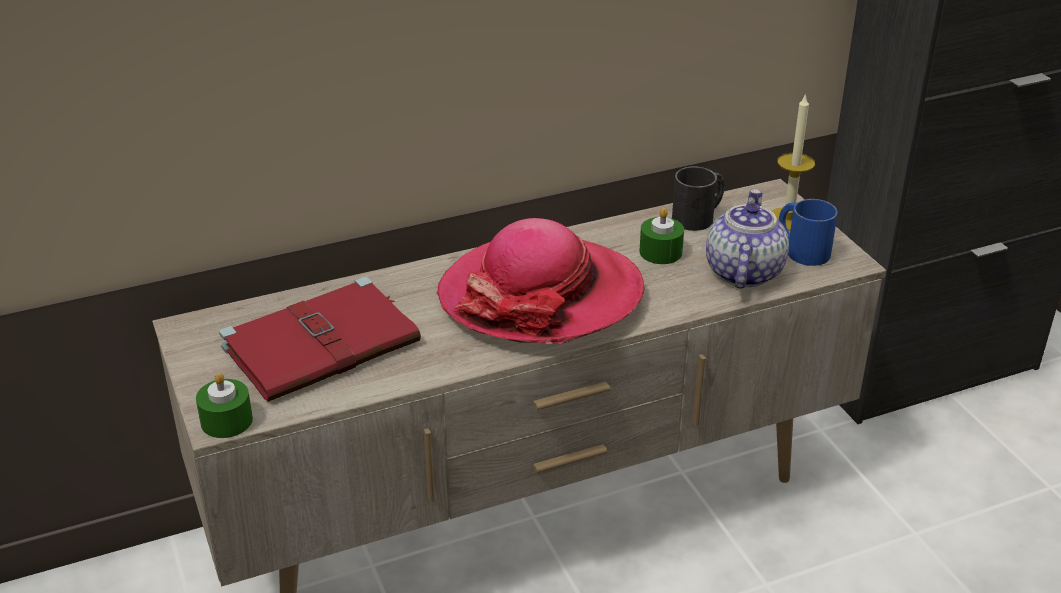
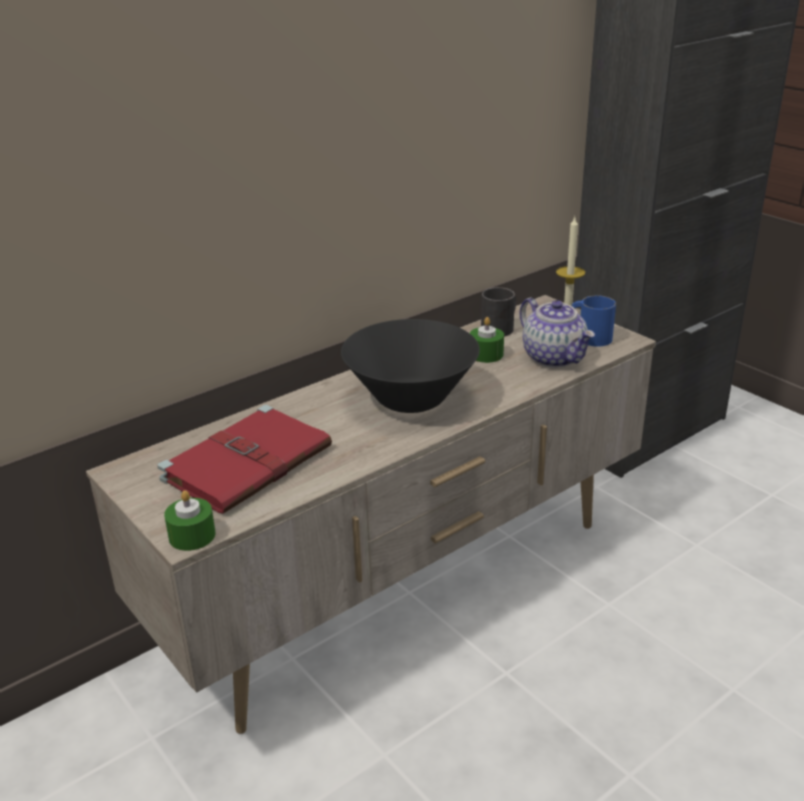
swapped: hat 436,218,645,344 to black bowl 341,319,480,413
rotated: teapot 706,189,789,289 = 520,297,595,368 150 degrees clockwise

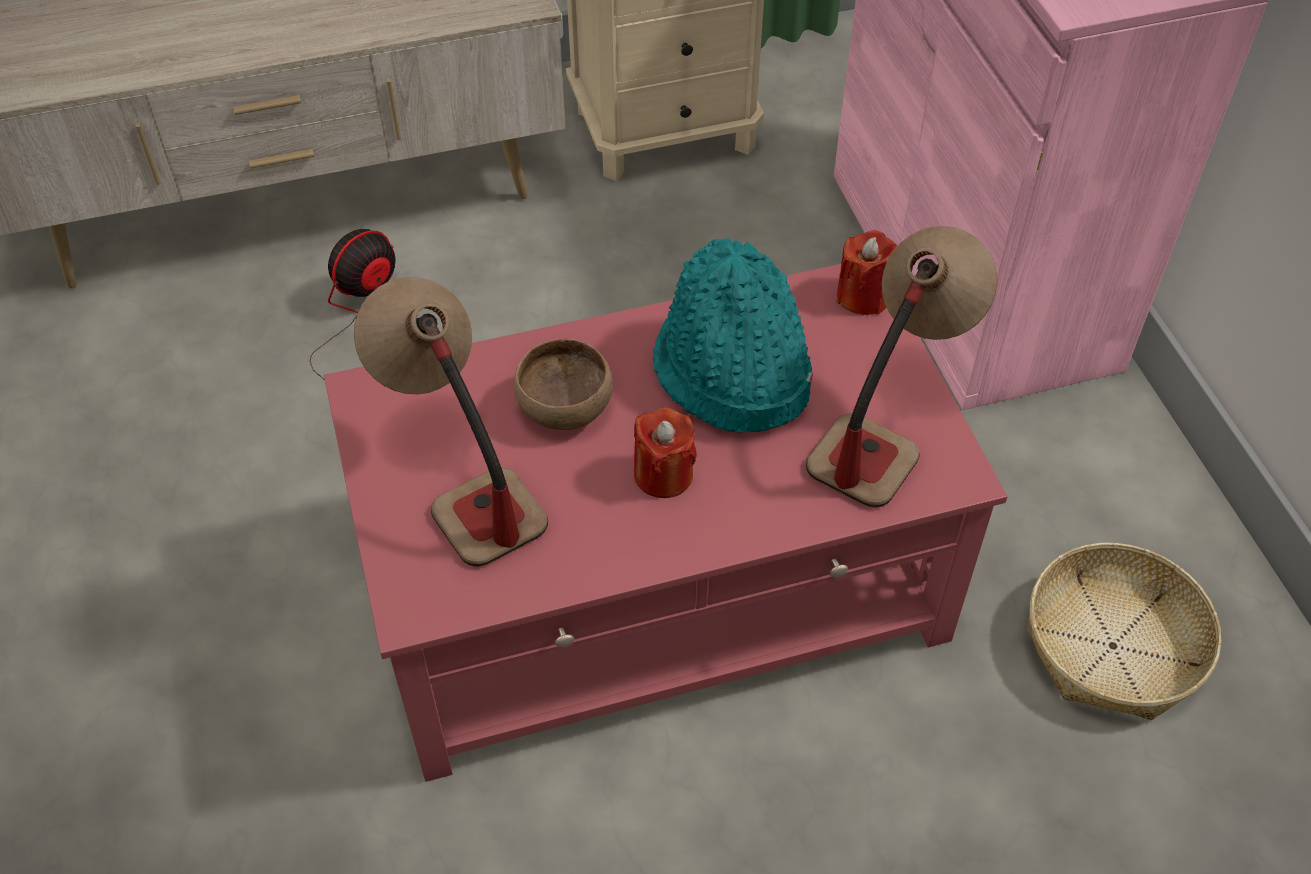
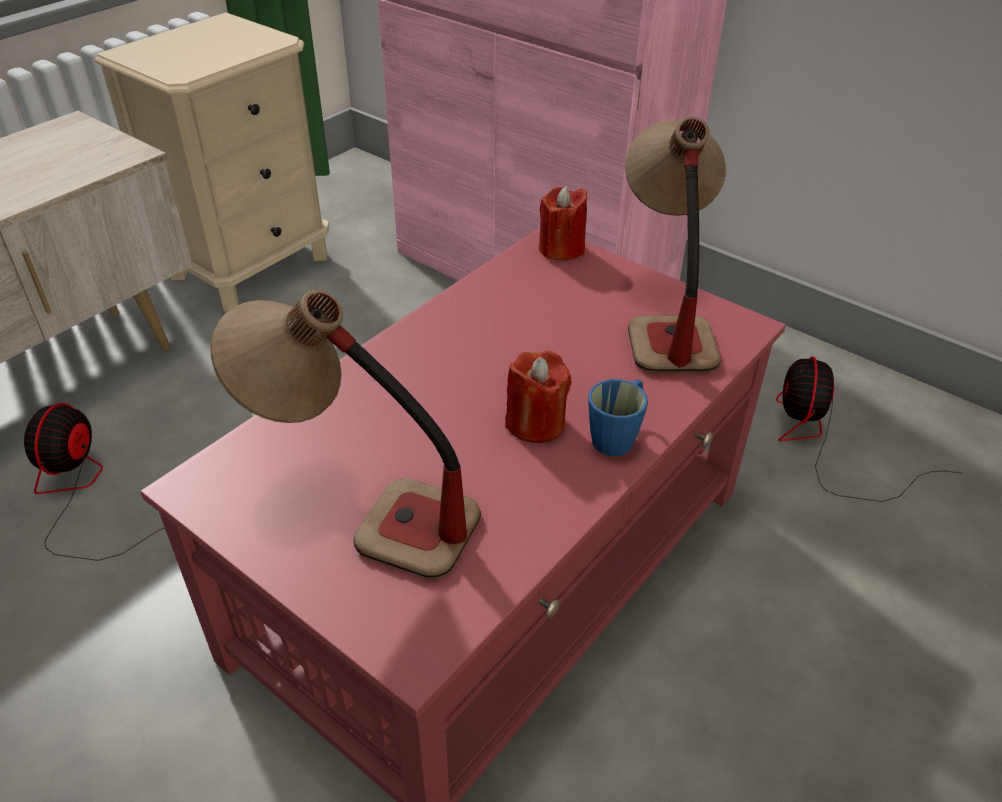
gone: brown bowl 514,339,613,430; turquoise hat 653,238,813,433
new: blue mug 588,379,648,456
swapped: basket 1027,543,1221,720 to fan 776,357,963,502

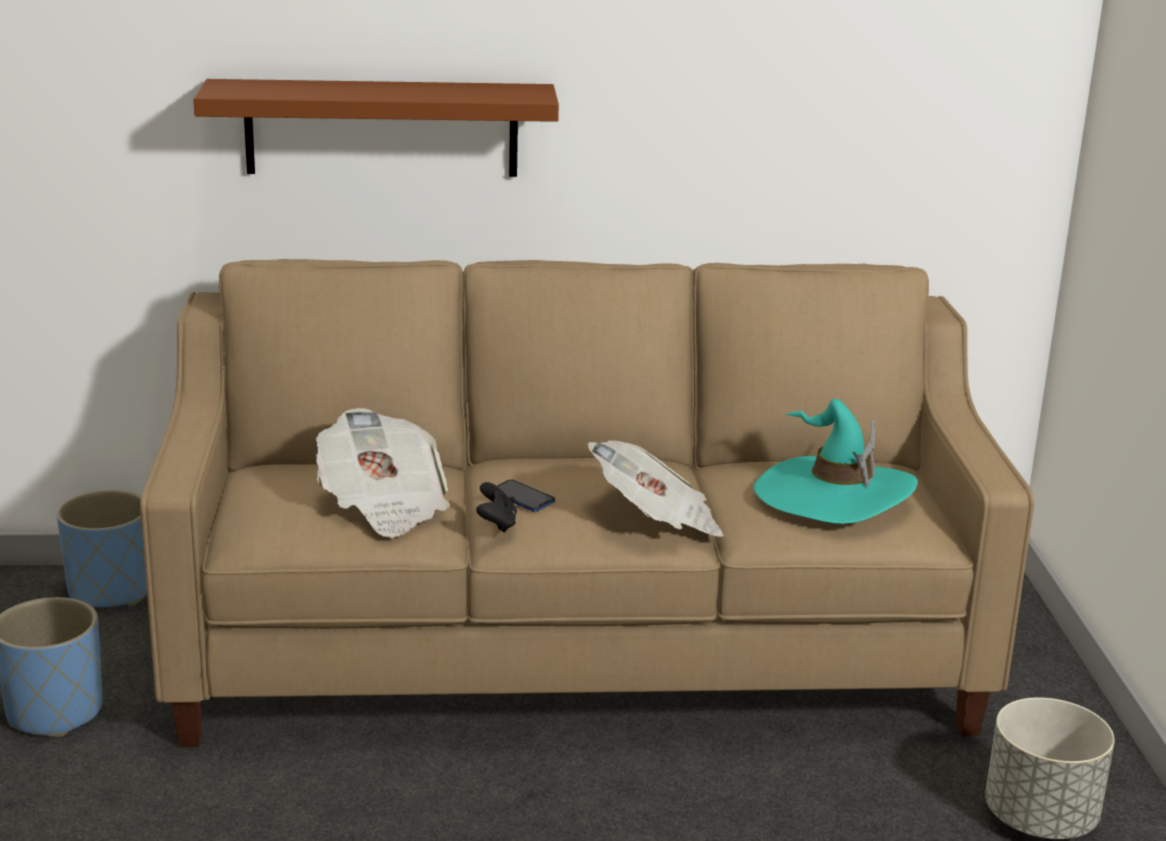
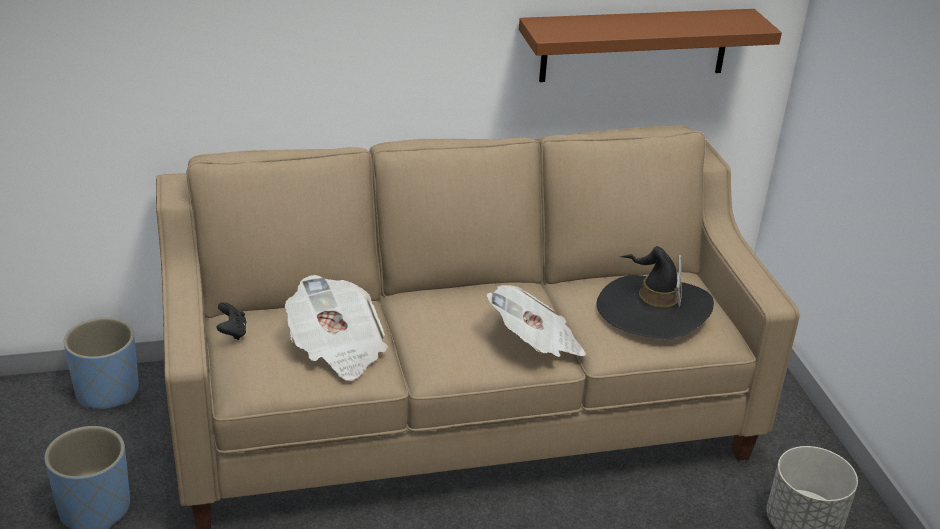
gone: phone 497,479,555,512
shifted: black game controller 476,482,517,533 to 216,302,246,340; brown shelf 193,79,559,177 to 519,9,782,82
repainted: turquoise hat 753,399,917,524 to black hat 596,246,714,340

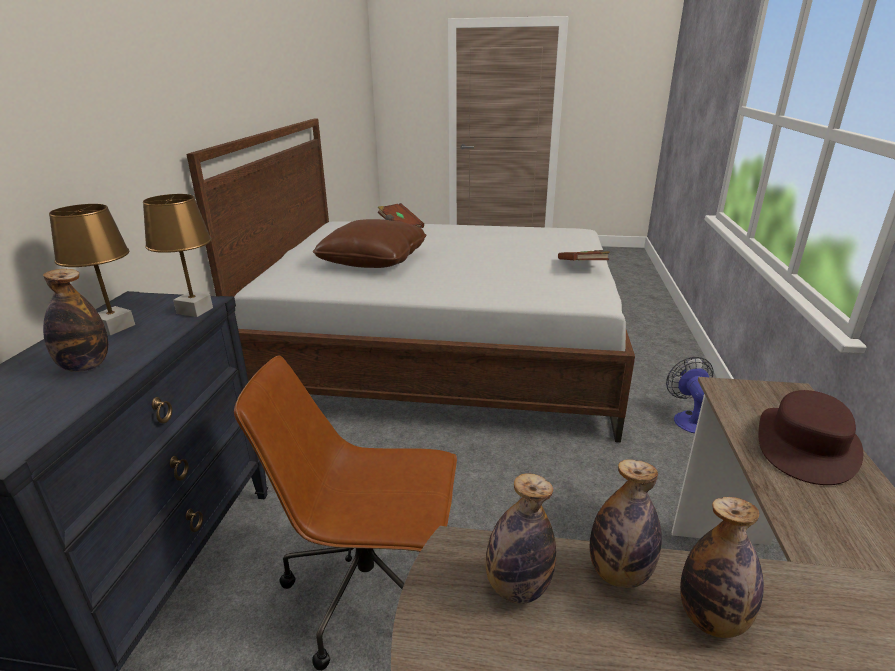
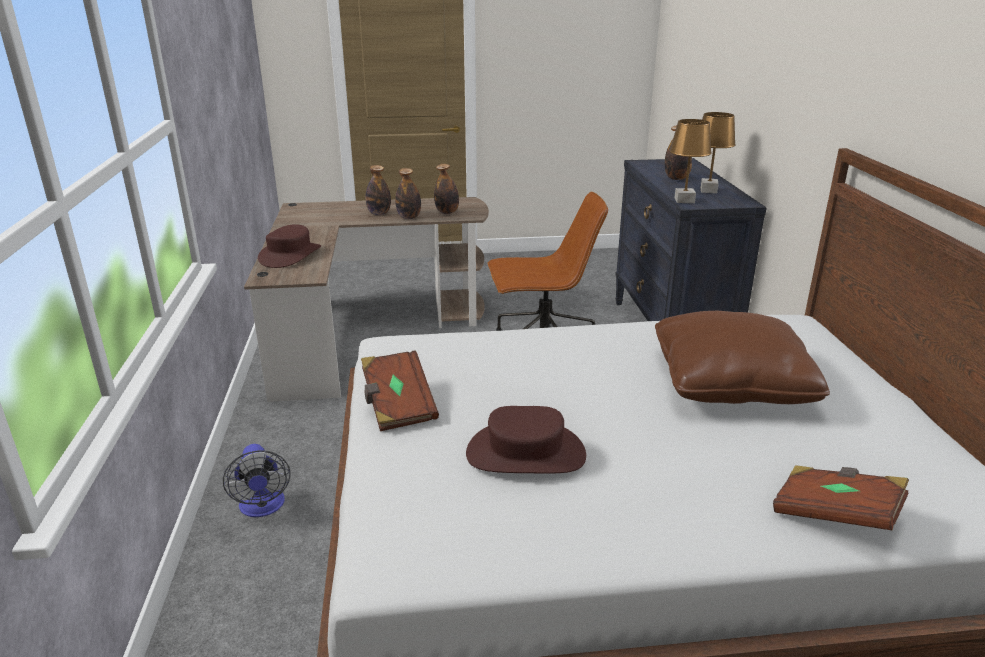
new: brown hat 466,406,586,474

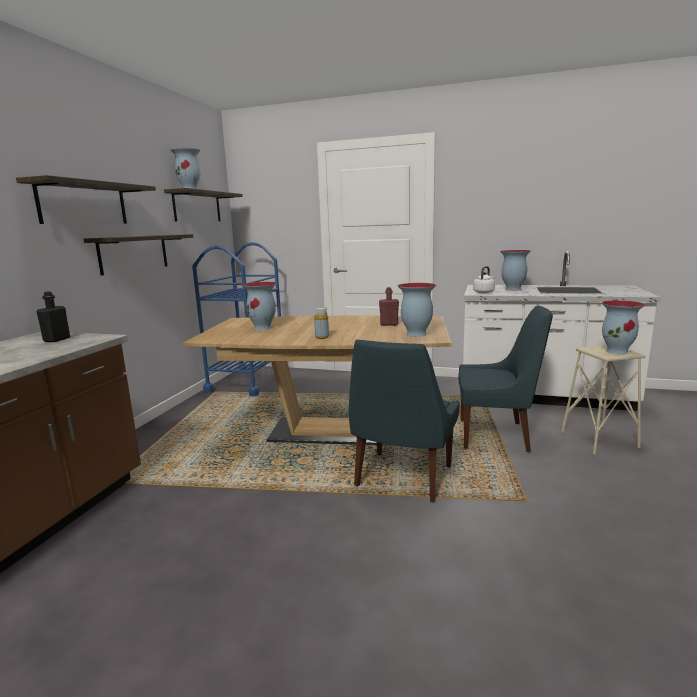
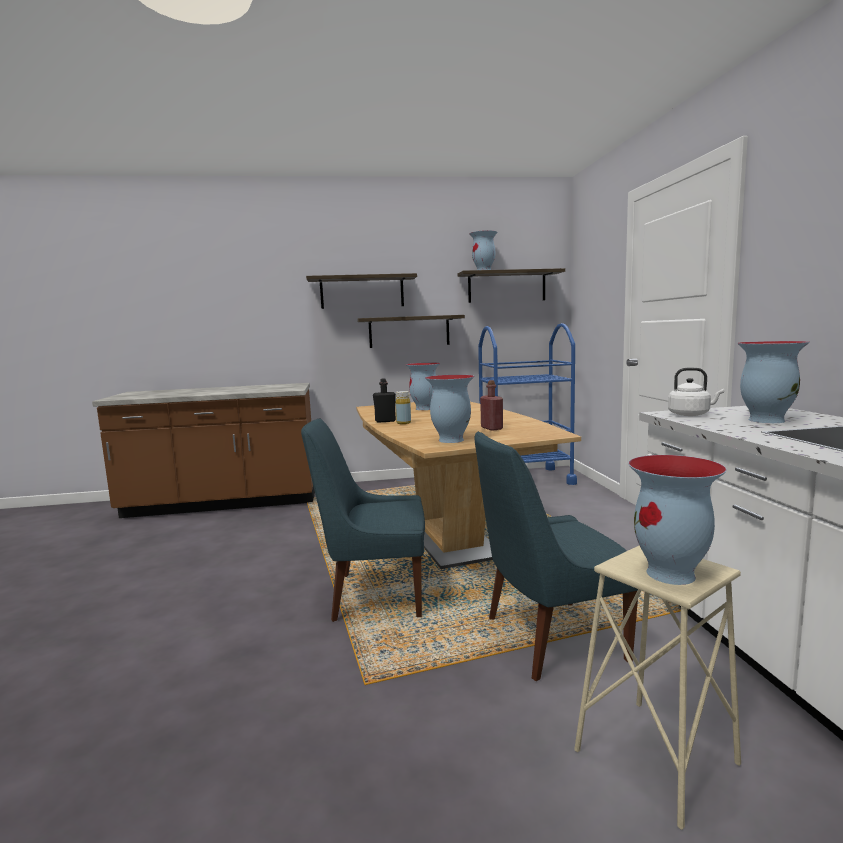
shifted: black bottle 36,291,70,342 to 373,378,396,423
rotated: blue chair 458,305,553,453 = 475,431,638,681 90 degrees clockwise

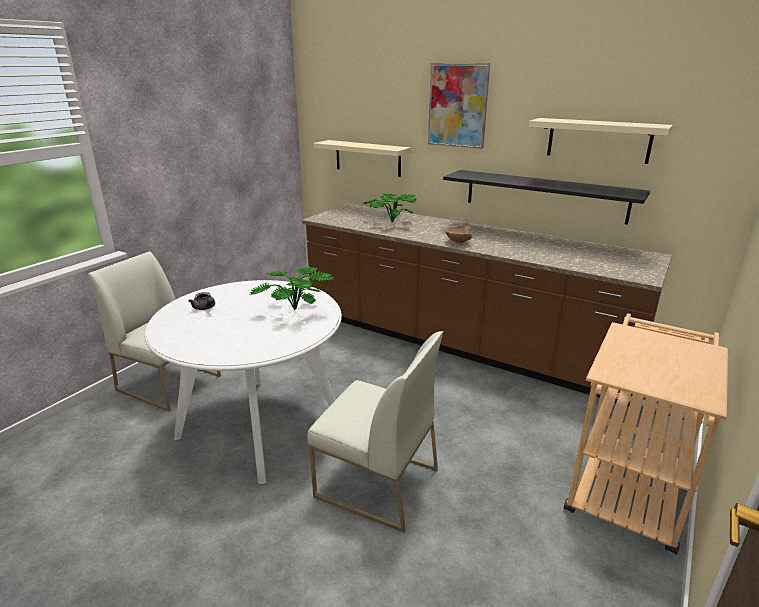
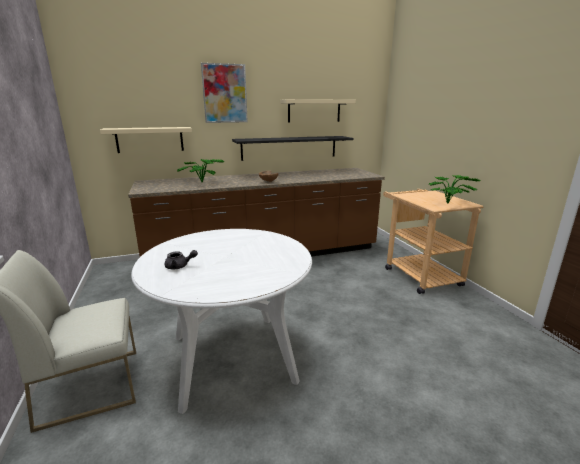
gone: white chair 307,331,443,532
shifted: potted plant 250,266,335,310 to 428,175,481,203

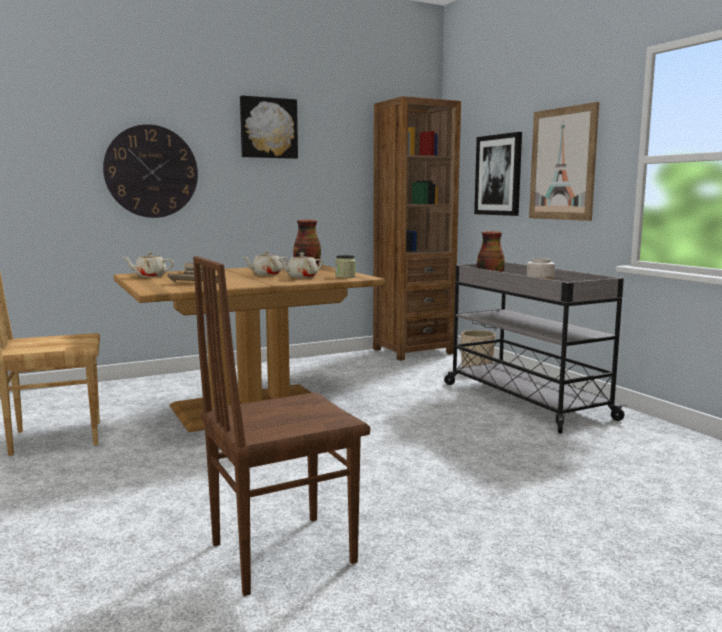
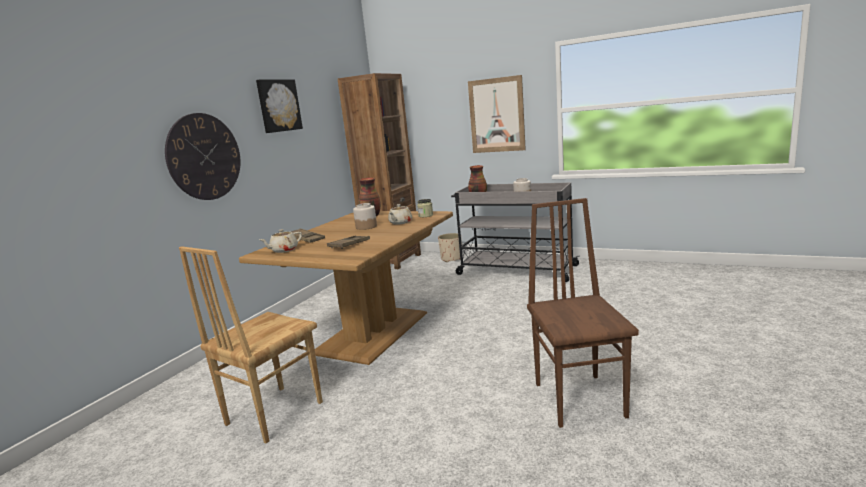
gone: picture 474,132,522,216
swapped: beige teapot 242,251,288,276 to jar 353,203,377,230
rotated: brown chair 193,256,370,596 = 527,198,639,428 150 degrees clockwise

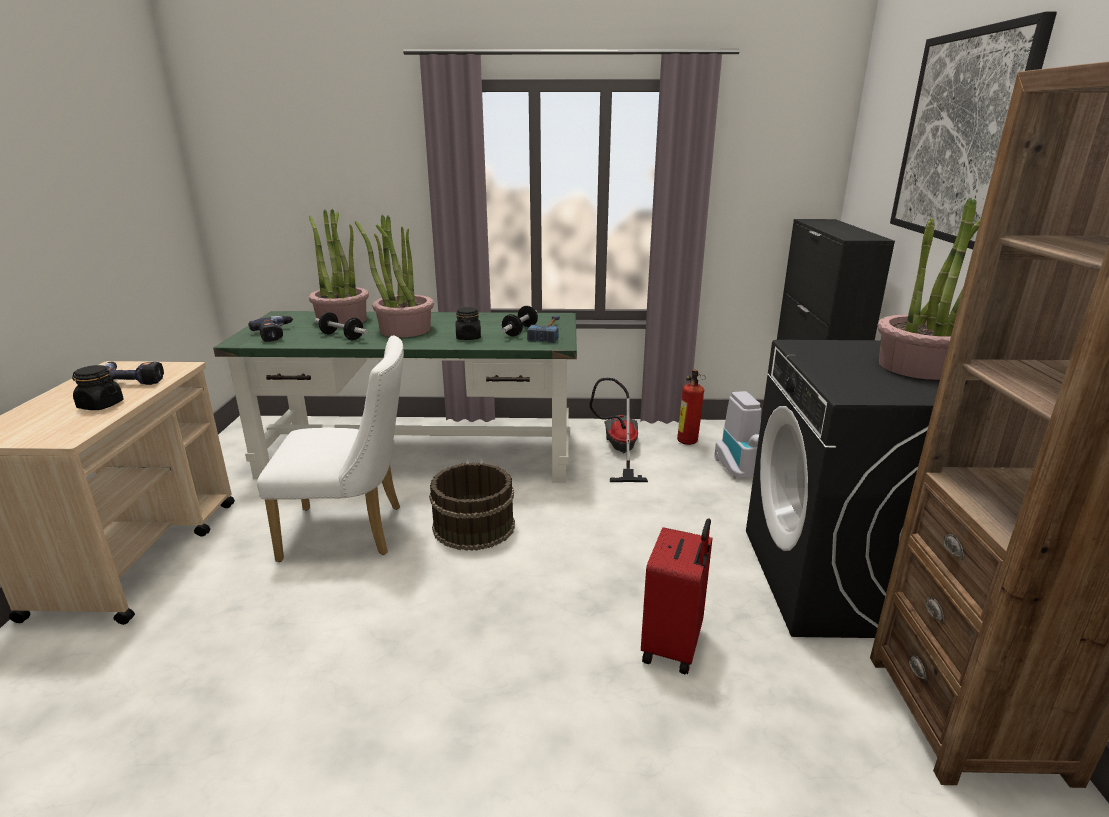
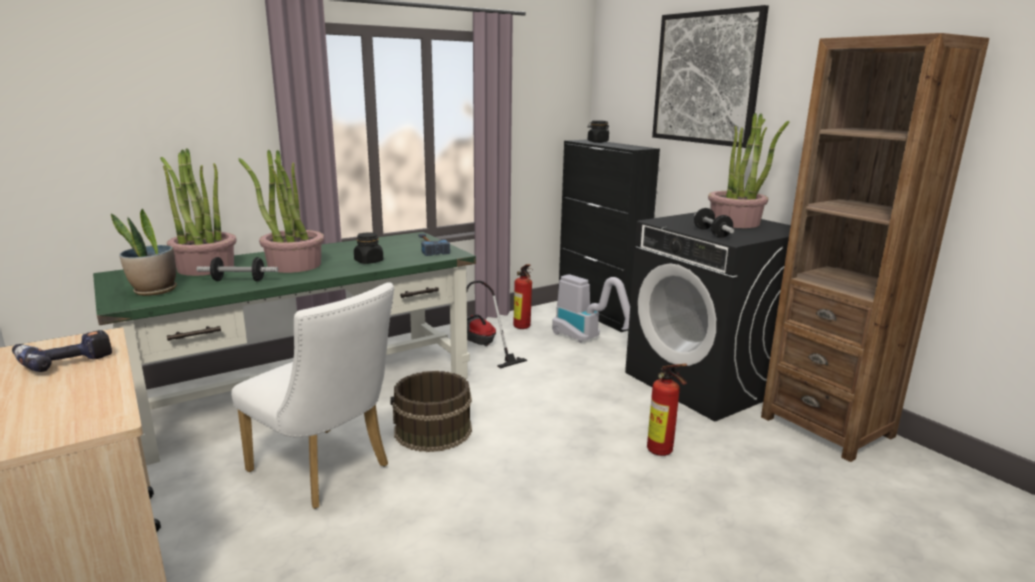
shifted: black jar 72,365,124,410 to 587,120,609,143; dumbbell 502,306,538,336 to 694,208,734,238
swapped: power drill 249,316,293,342 to potted plant 111,209,177,296; red suitcase 641,519,713,675 to fire extinguisher 647,364,687,456
rotated: white chair 257,335,404,562 = 231,282,394,509 75 degrees clockwise

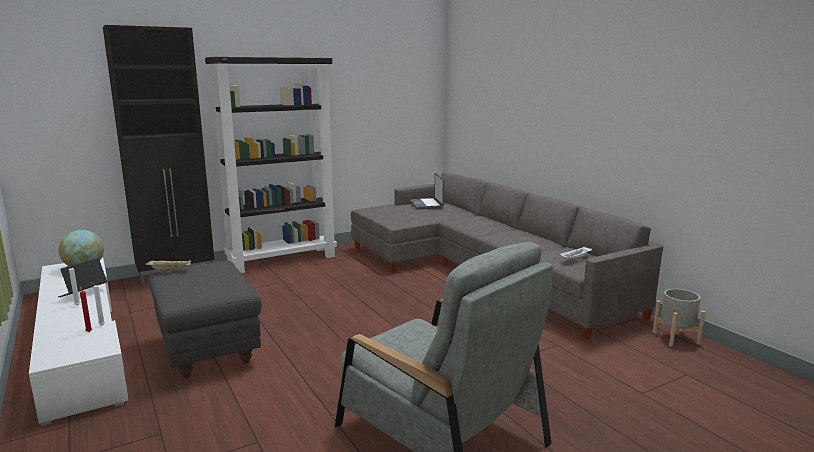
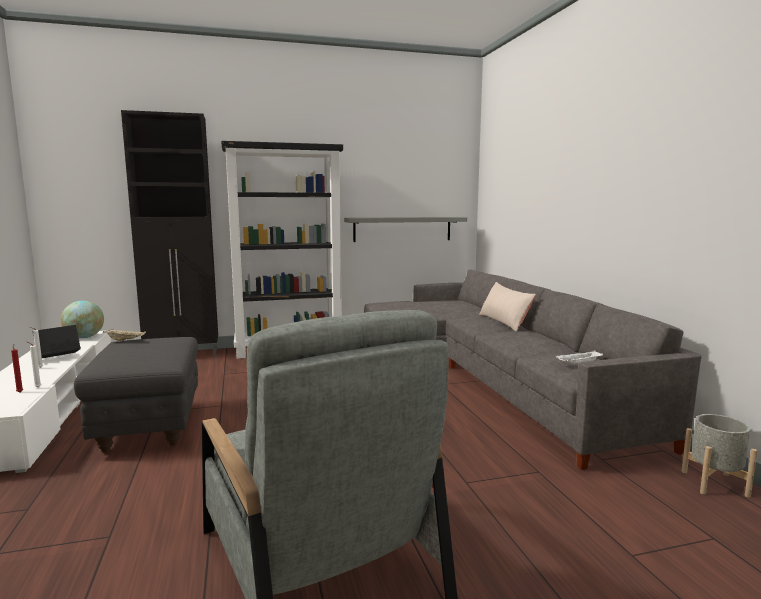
gone: laptop 410,173,444,209
new: grey shelf 344,217,467,242; beige pillow 479,282,536,332

